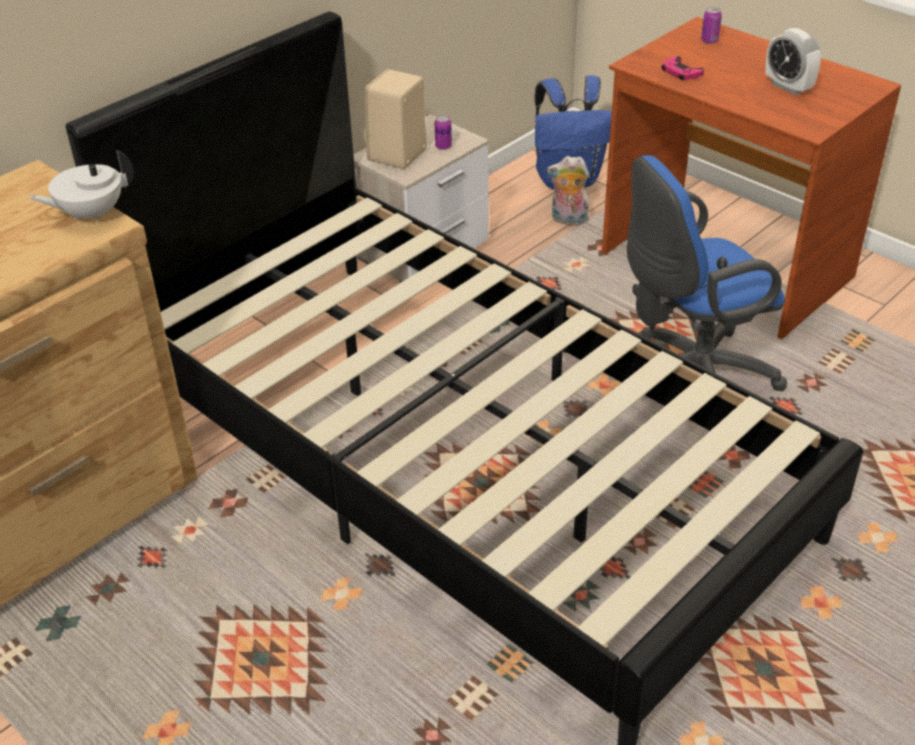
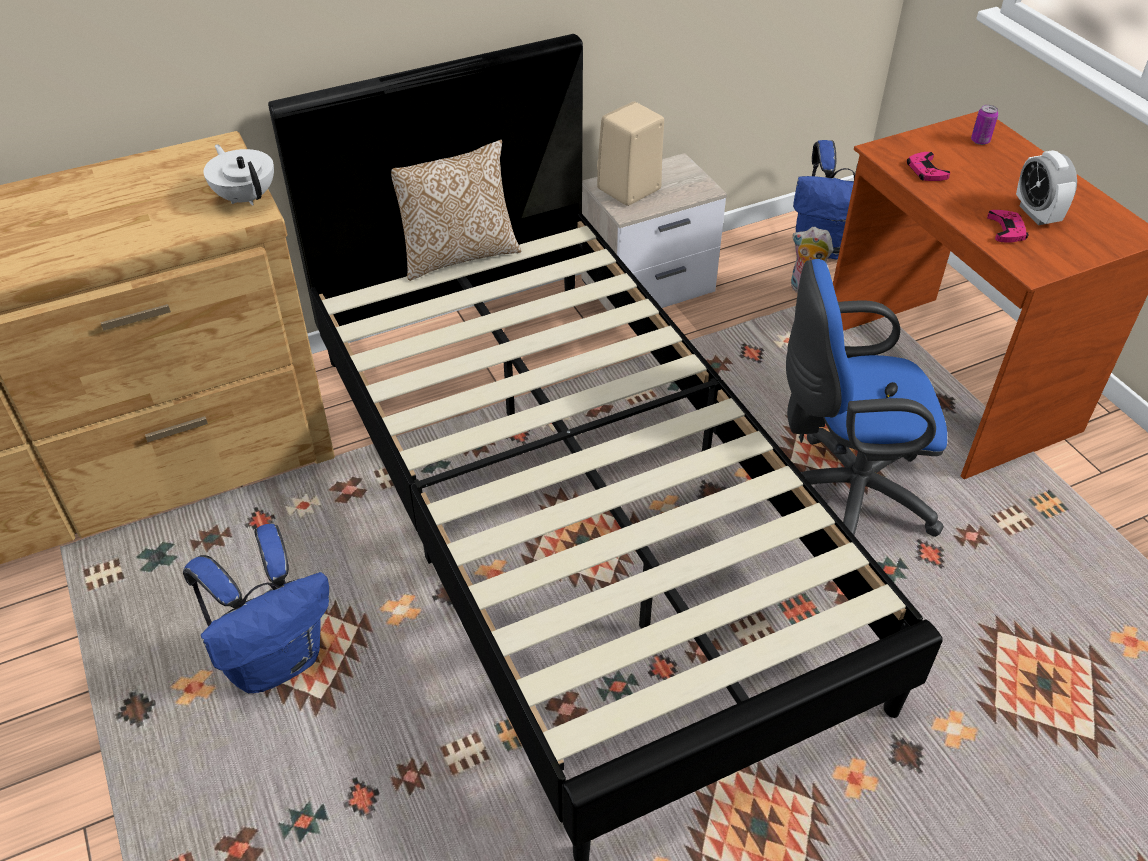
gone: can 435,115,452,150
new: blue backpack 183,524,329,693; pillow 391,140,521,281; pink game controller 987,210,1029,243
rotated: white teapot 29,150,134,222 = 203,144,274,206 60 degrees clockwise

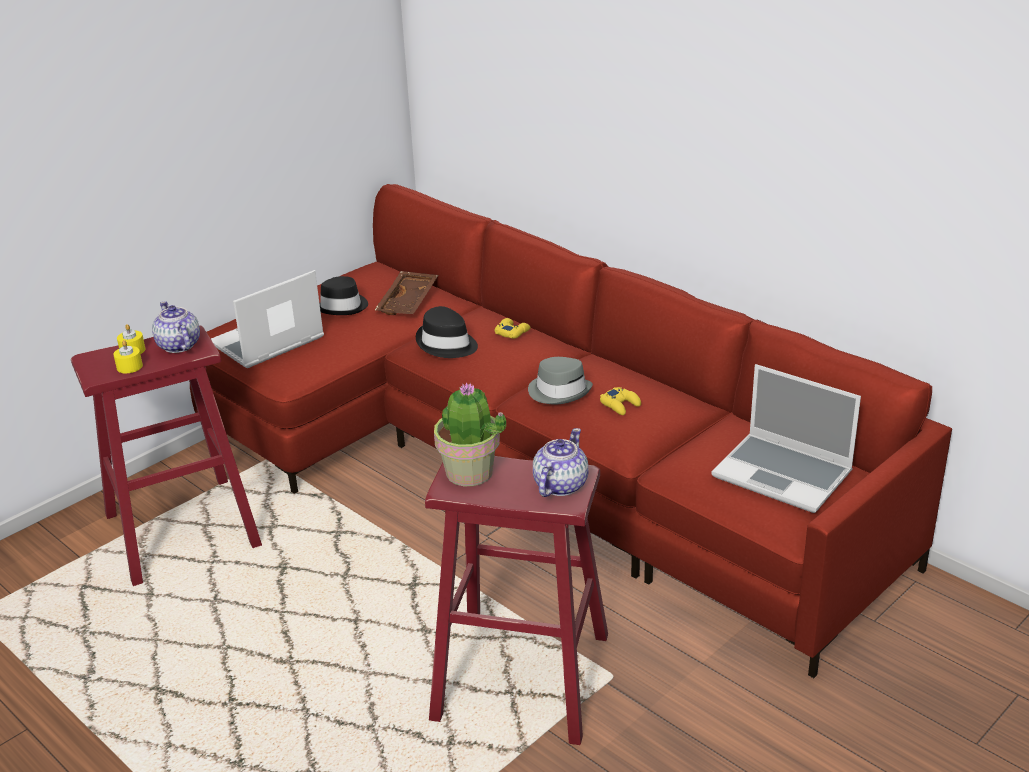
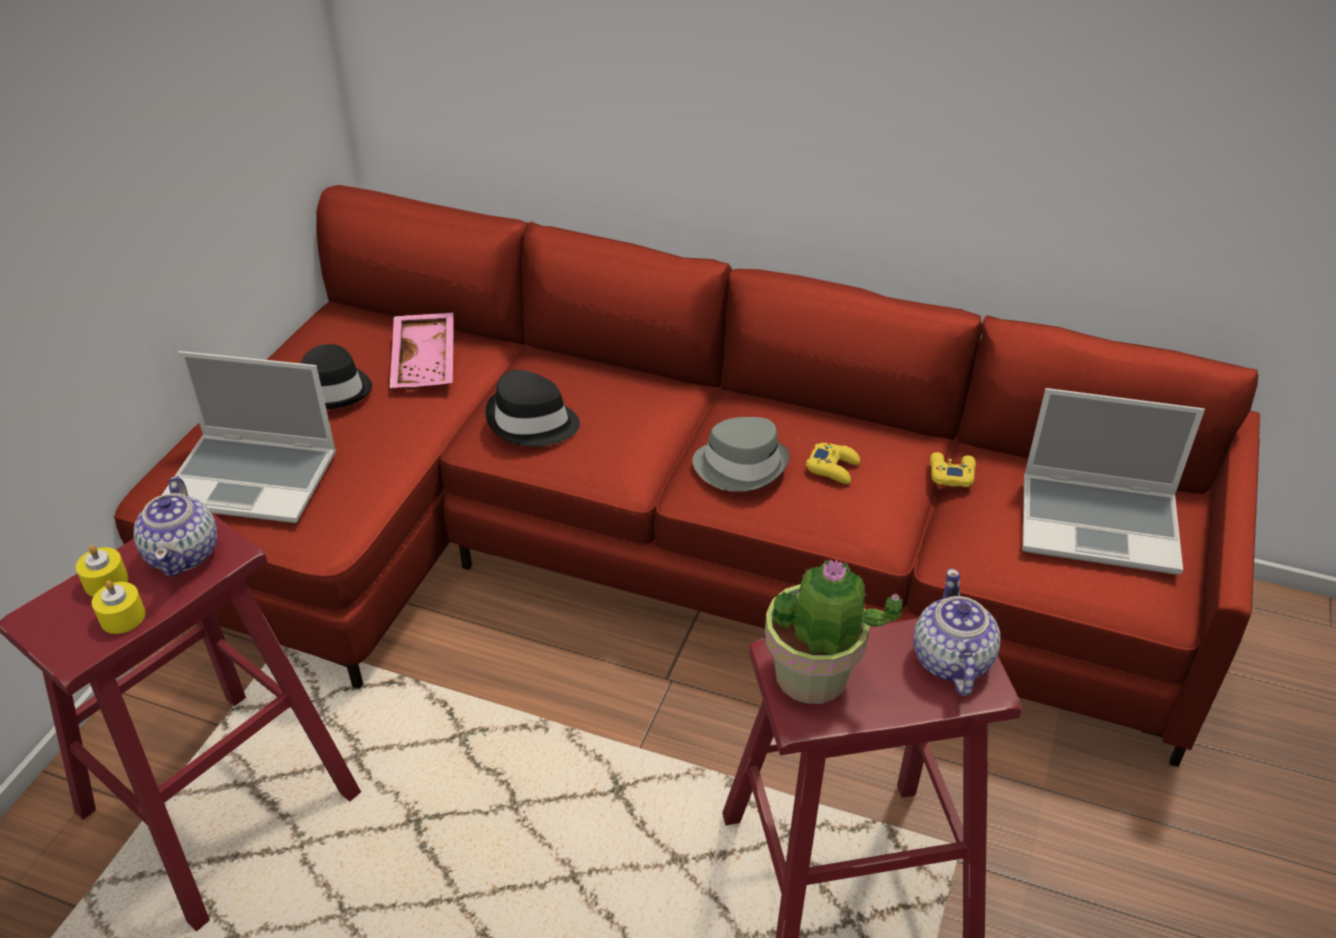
shifted: yellow game controller 495,318,530,339 to 930,452,976,487
repainted: brown tray 375,271,438,315 to pink tray 390,312,454,390
rotated: teapot 152,301,200,353 = 134,476,217,576 135 degrees counterclockwise; laptop 211,270,324,368 = 162,351,337,523 105 degrees counterclockwise

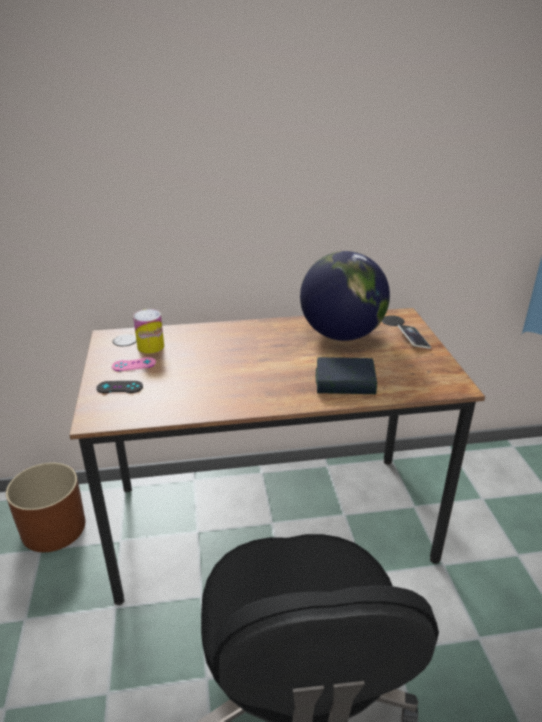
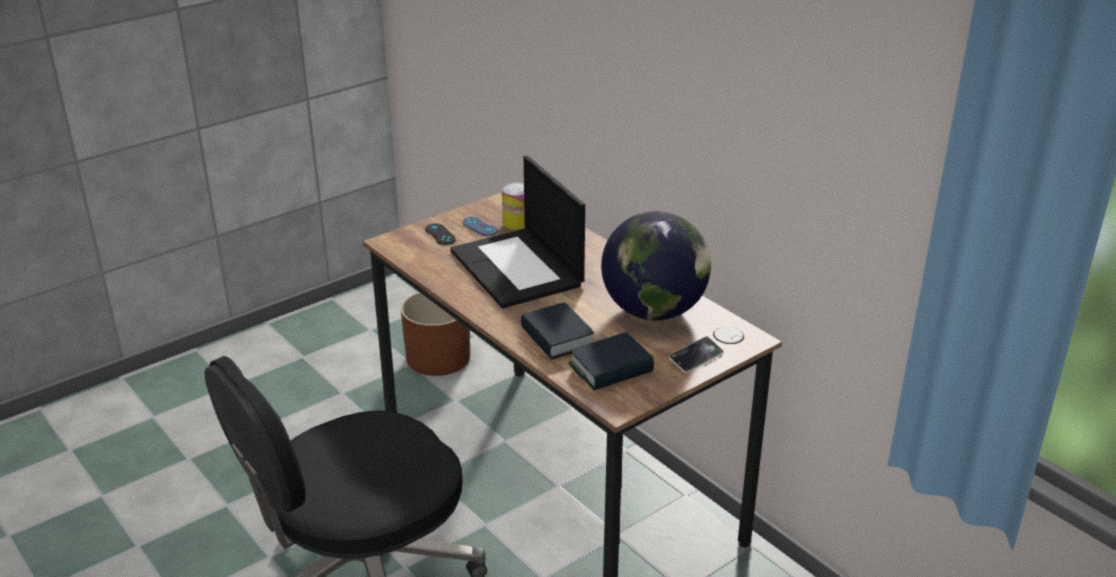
new: laptop 450,156,585,308; book 569,332,654,390
repainted: pink game controller 112,357,156,371 to blue game controller 463,217,498,236

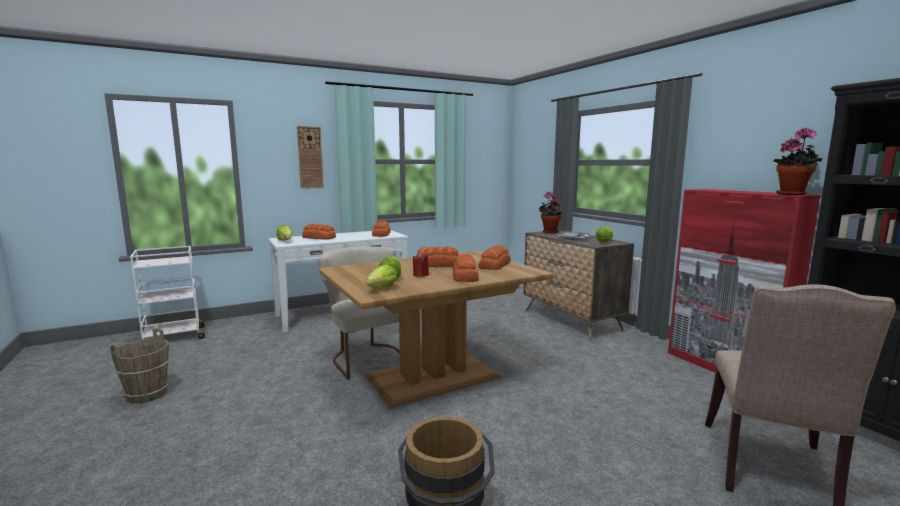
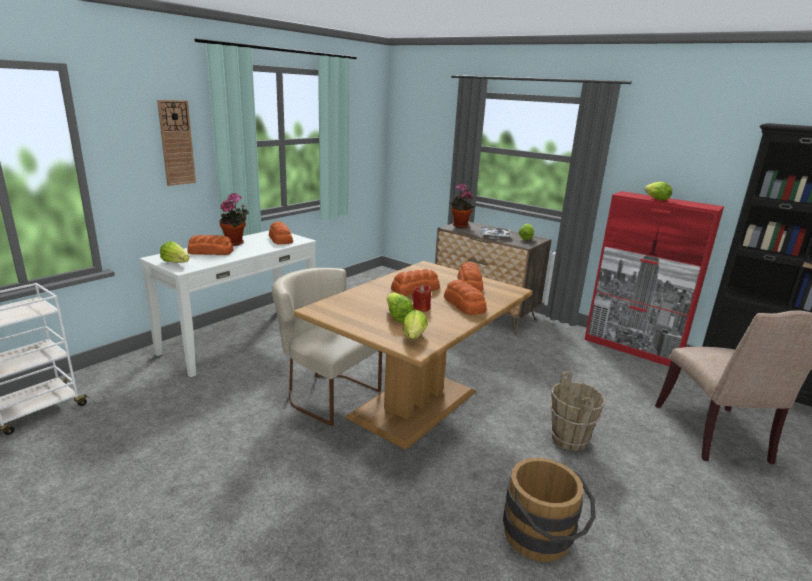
new: lettuce 644,182,672,201
shifted: potted plant 773,128,822,195 to 219,193,249,246; brown bucket 110,328,170,404 to 550,371,606,451

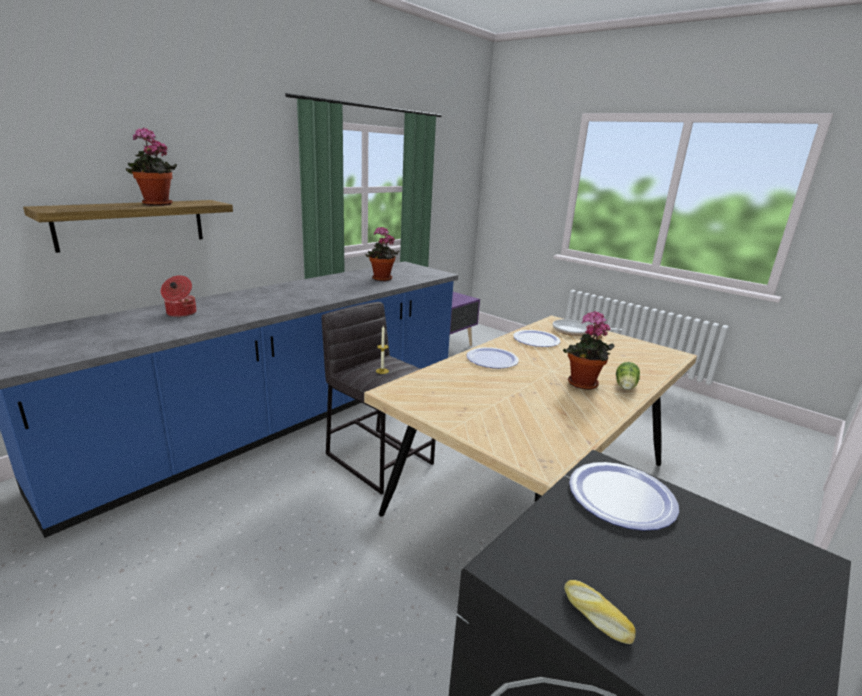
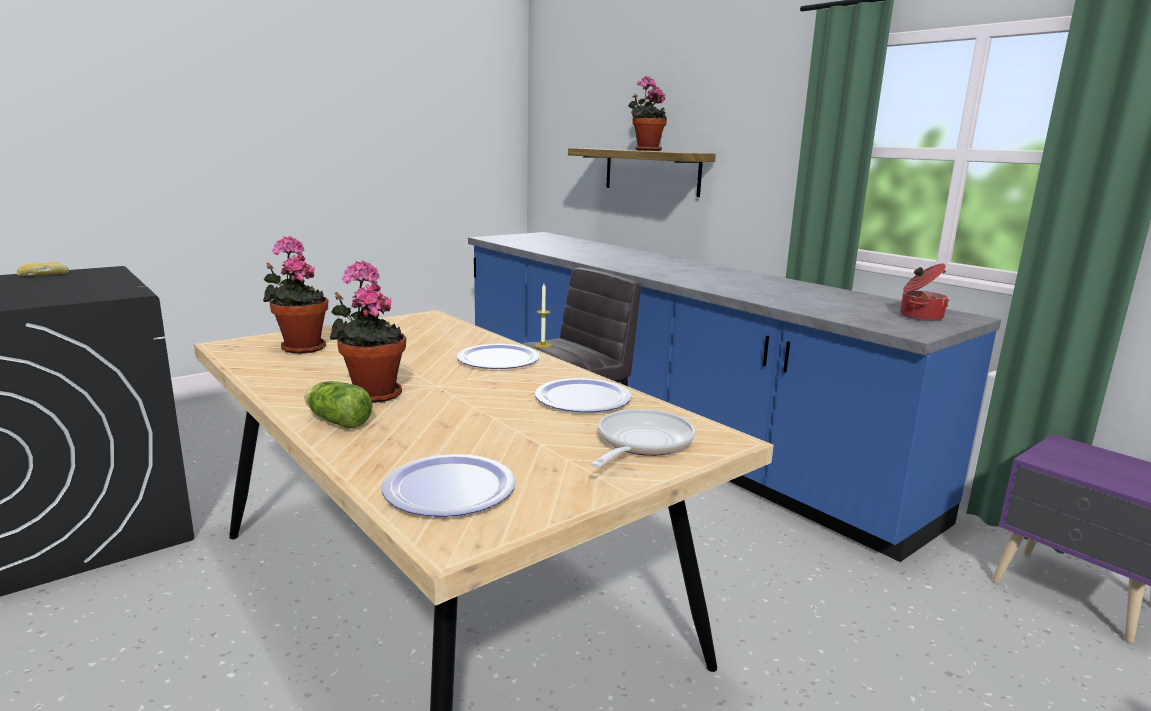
shifted: potted plant 366,227,399,281 to 263,236,328,354; plate 569,462,679,531 to 382,454,516,517; cooking pot 161,275,196,317 to 900,263,949,321

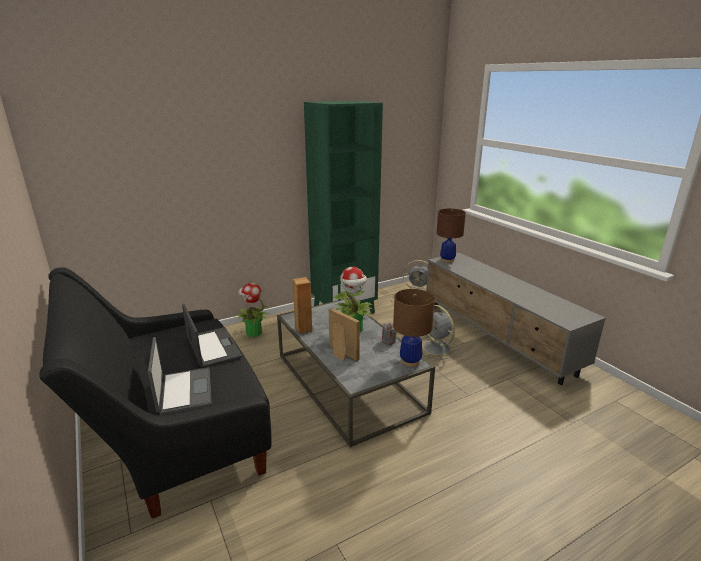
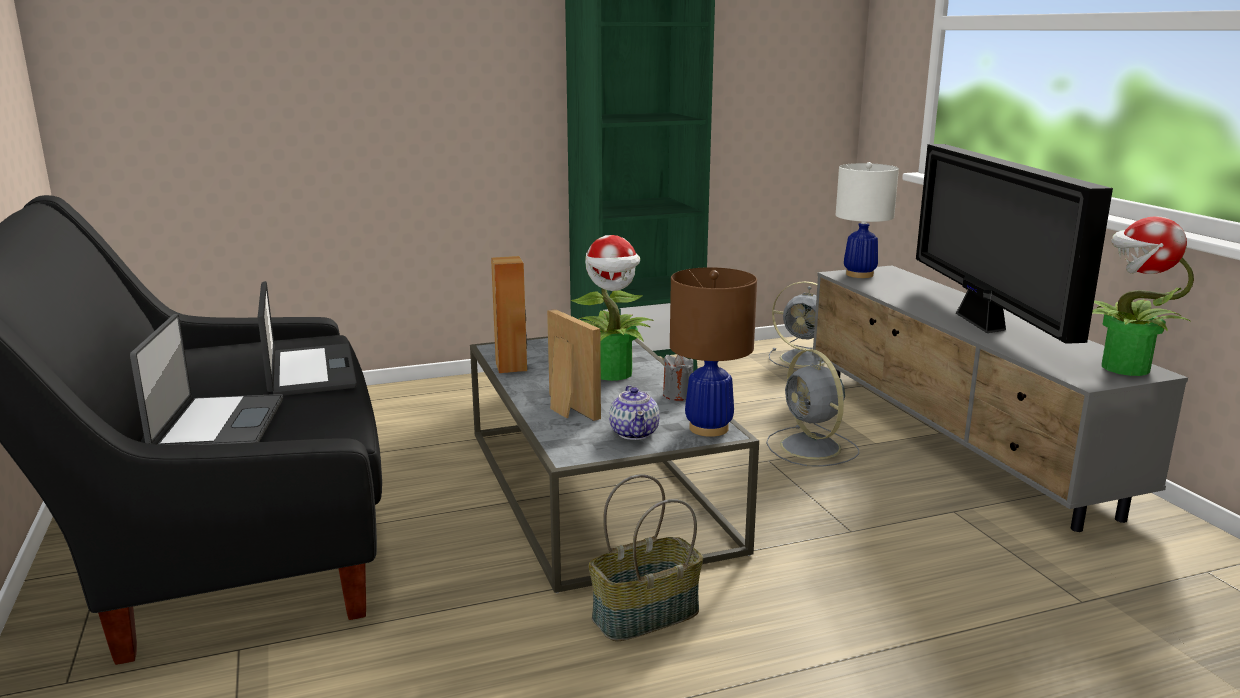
new: basket 589,474,703,641; teapot 609,385,659,440; television 916,144,1113,344
shifted: potted plant 236,283,268,337 to 1092,216,1194,376
repainted: brown table lamp 437,209,466,262 to white table lamp 836,162,899,278

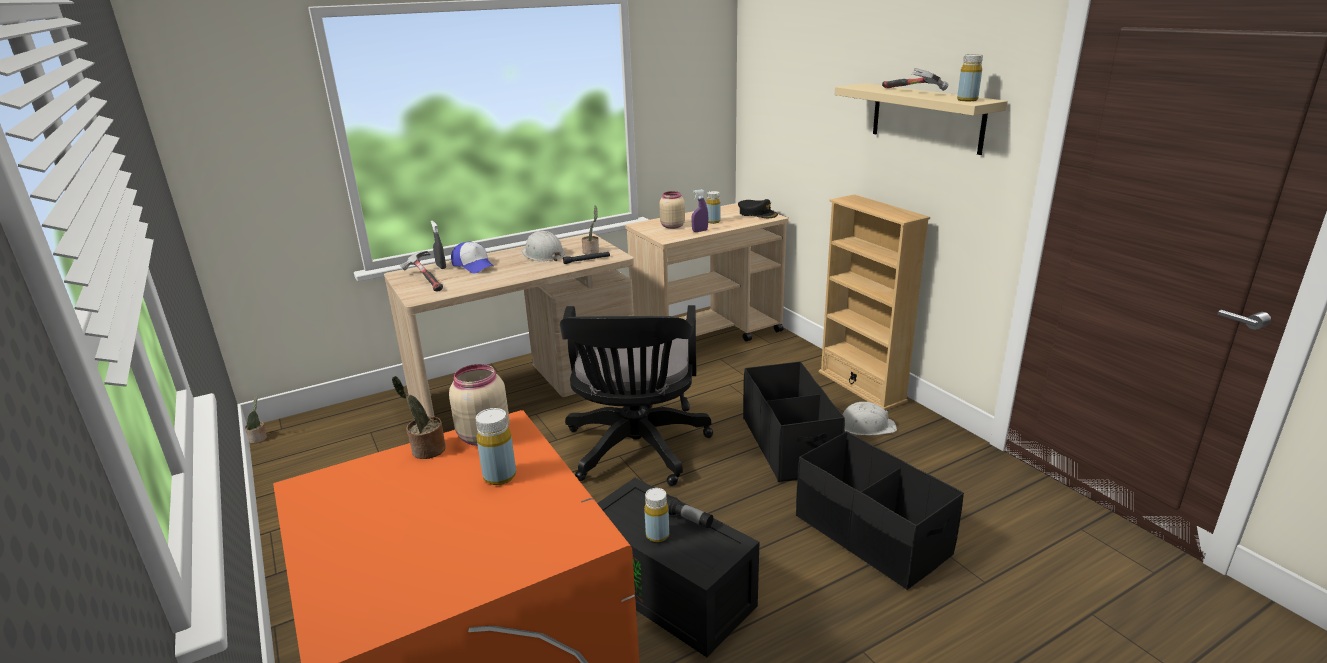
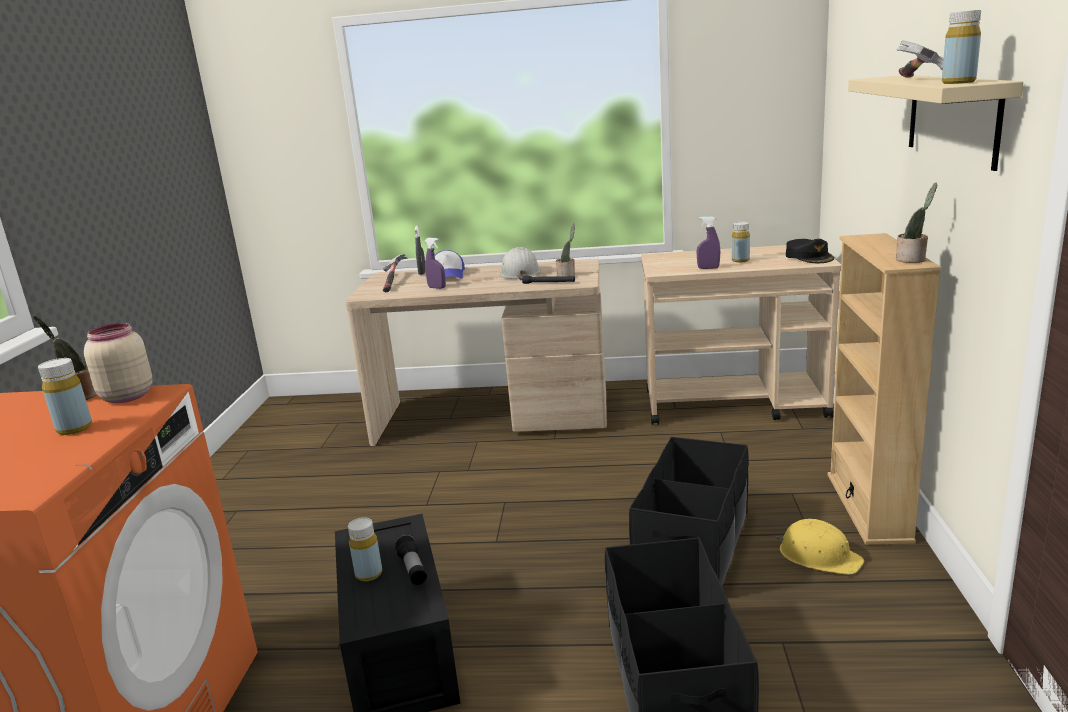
gone: black office chair 560,305,713,486; beige jar 659,191,685,229
new: purple spray bottle 425,238,446,289
shifted: potted plant 245,396,267,444 to 896,183,937,263
repainted: white hard hat 843,402,897,436 to yellow hard hat 776,519,864,575

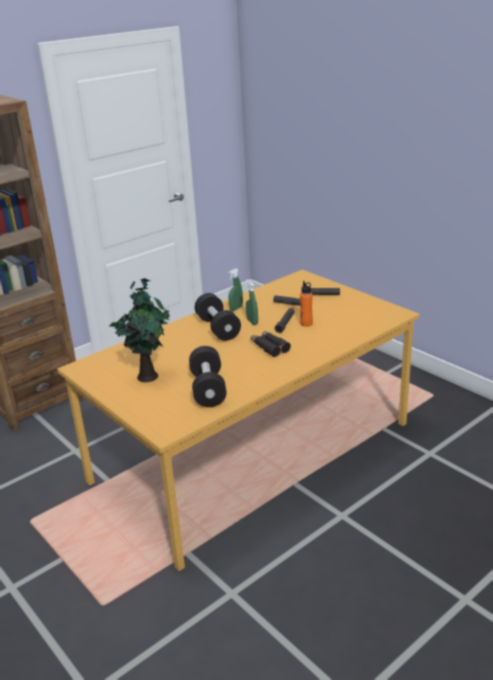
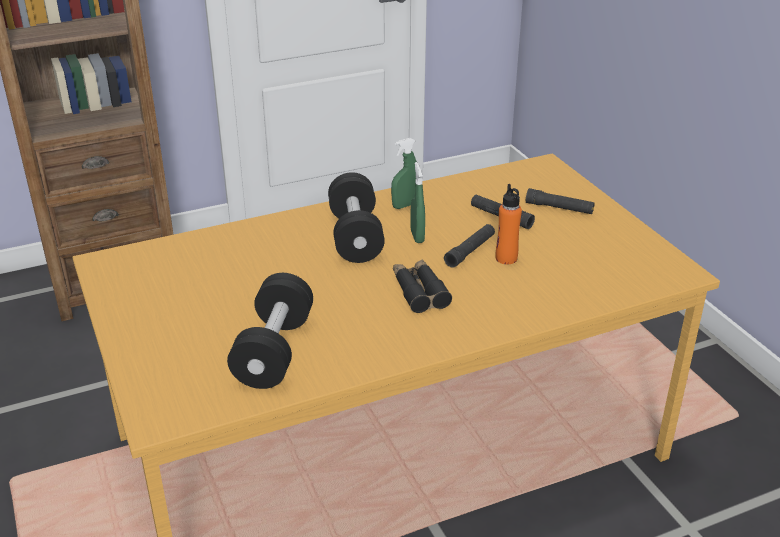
gone: potted plant 109,278,170,382

